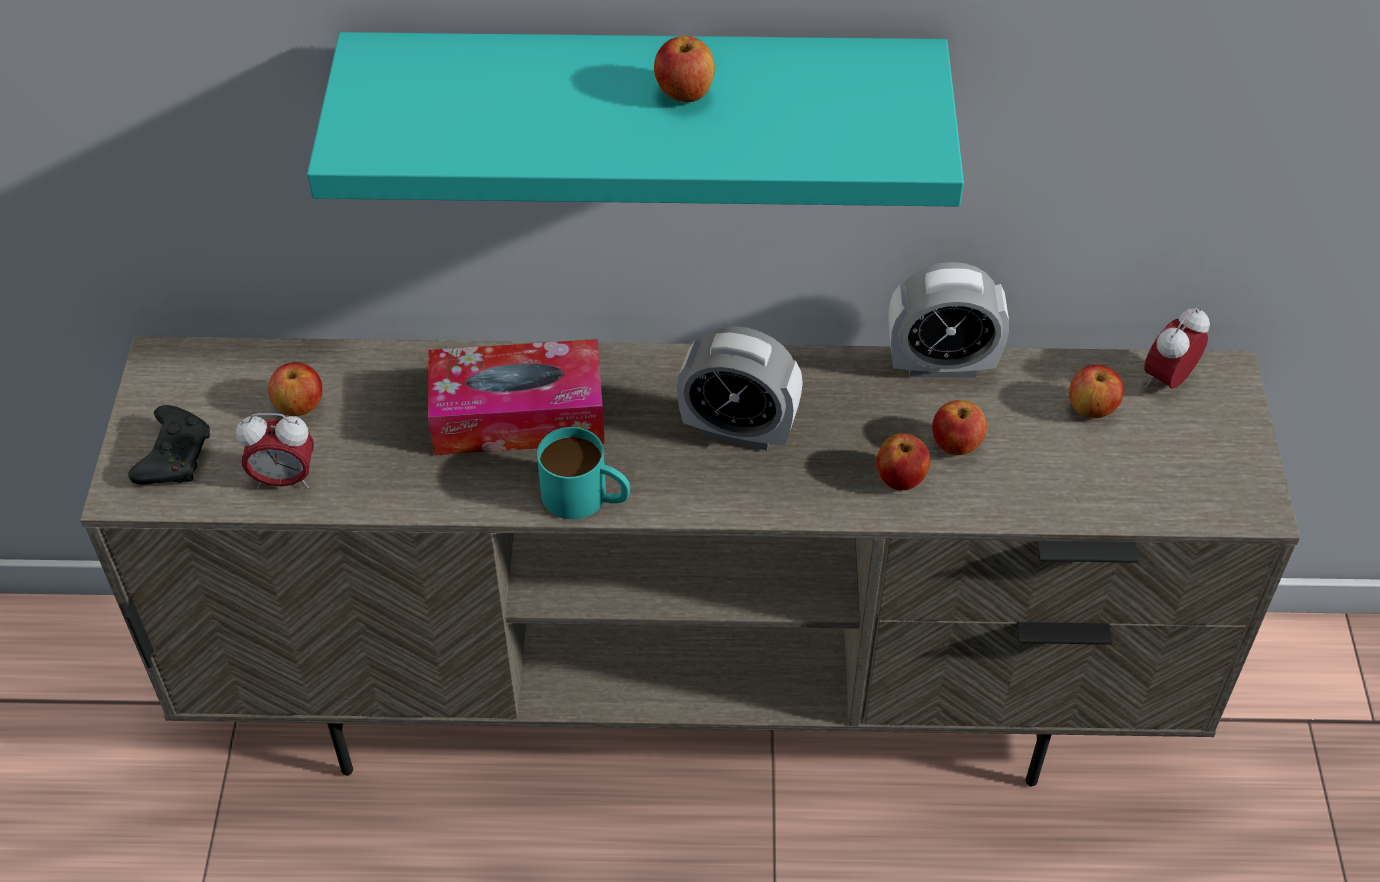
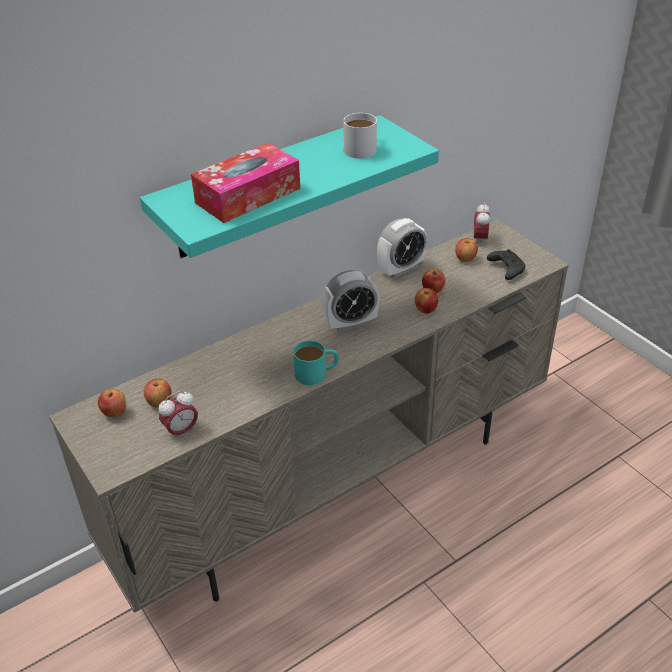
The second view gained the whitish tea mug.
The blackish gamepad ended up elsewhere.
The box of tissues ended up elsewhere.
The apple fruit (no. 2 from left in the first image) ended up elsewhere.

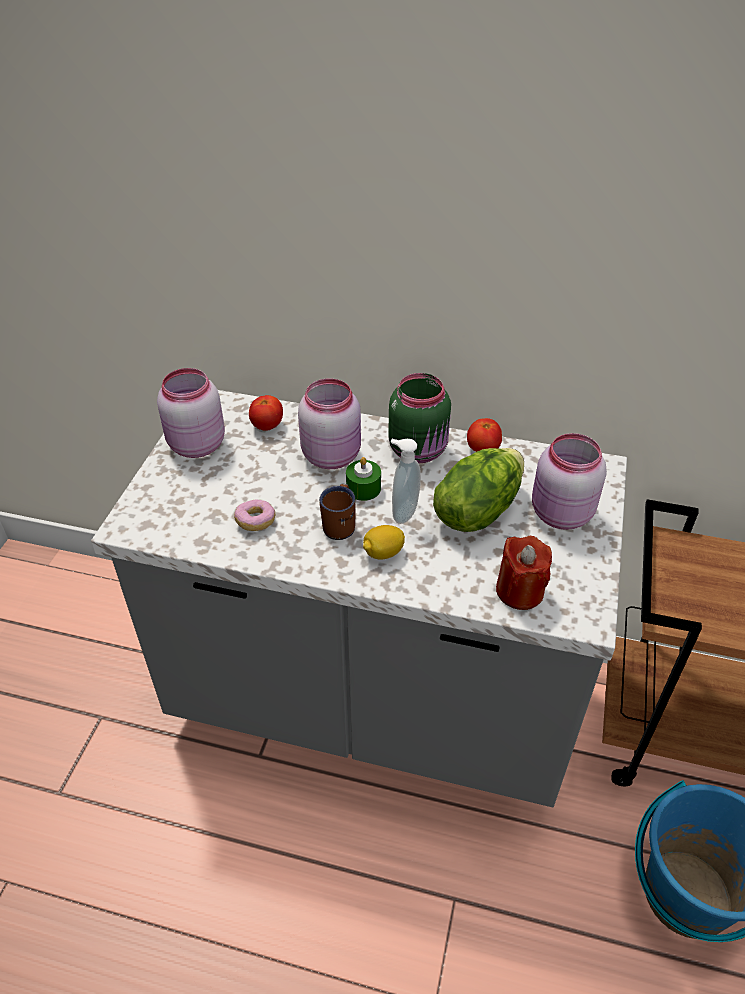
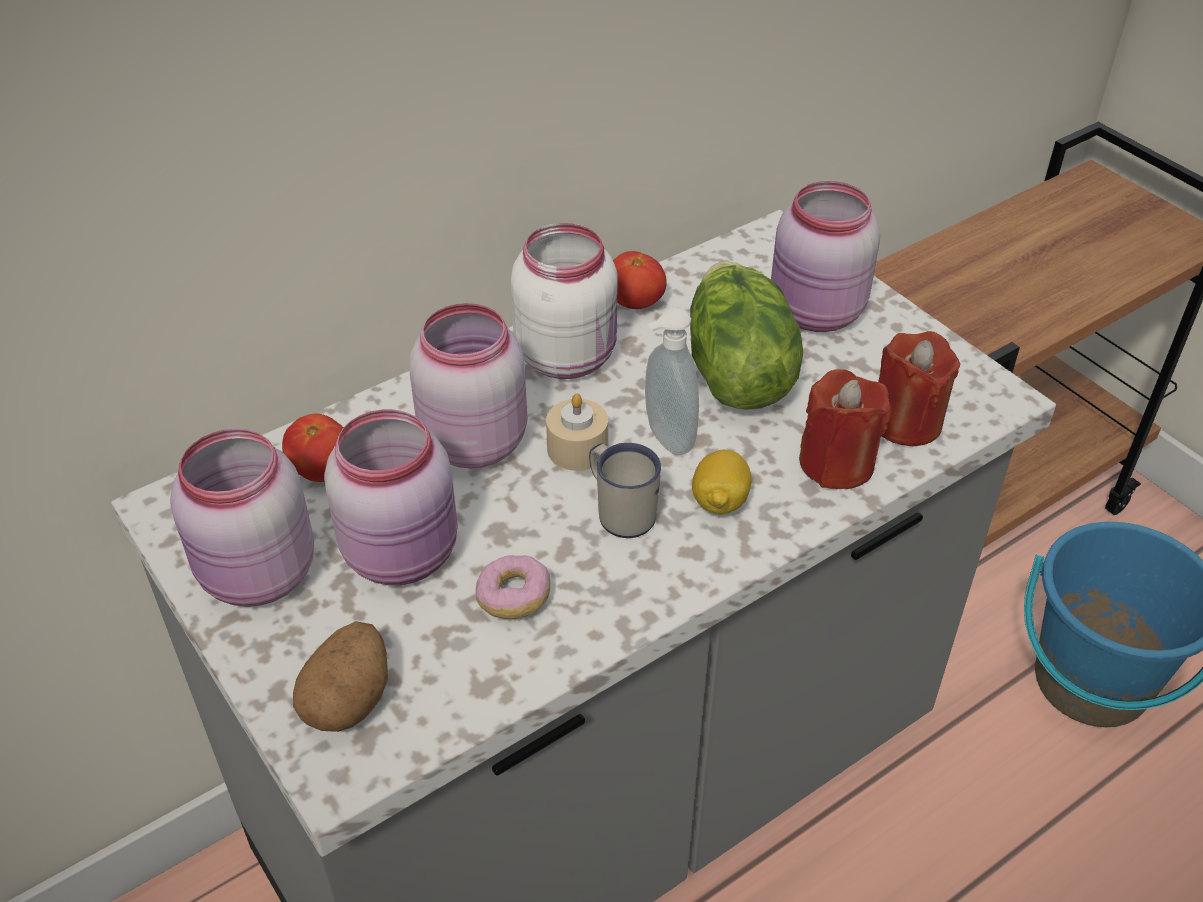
The second view gained the potato.
The second view gained the pink preserve jar (no. 2 from left).
The second view gained the reddish wax light (no. 1 from left).
What was the brown-coloured tea mug turned into the whitish tea mug.
What was the green-coloured wax light turned into the beige wax light.
What was the green-coloured preserve jar turned into the whitish preserve jar.

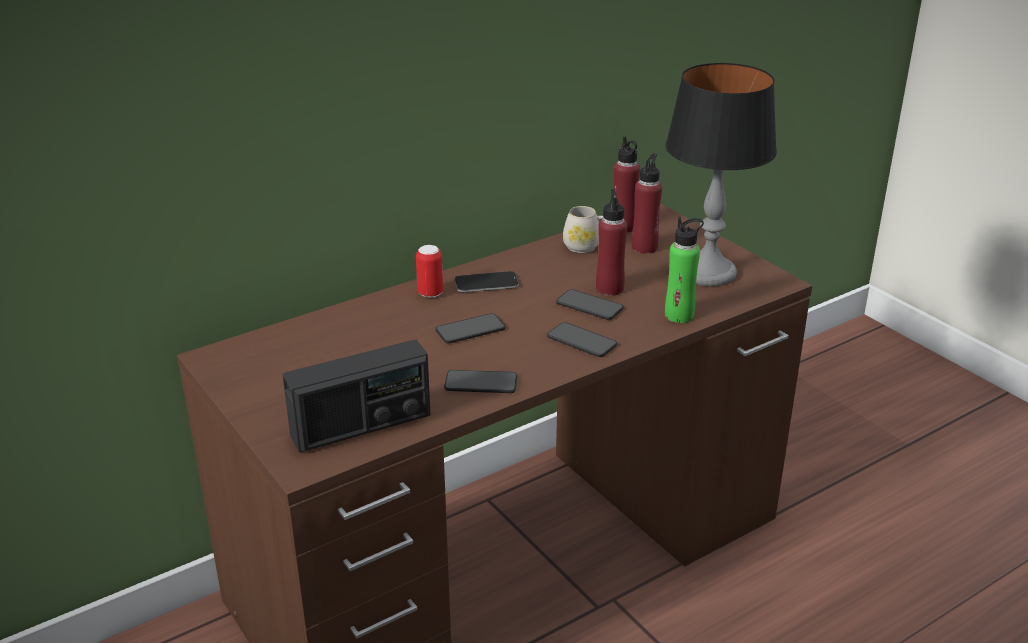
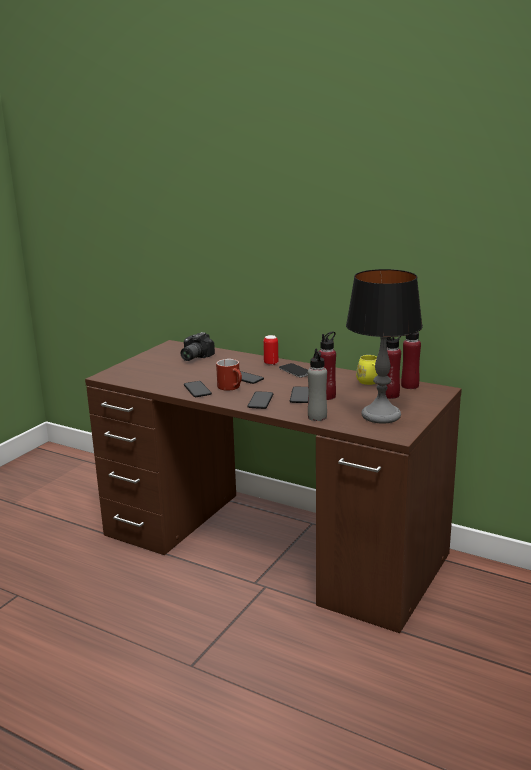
The second view lost the radio.
The second view gained the photo camera.
The second view gained the reddish tea mug.
What was the whitish tea mug turned into the yellow tea mug.
What was the green-coloured beverage bottle turned into the grey beverage bottle.

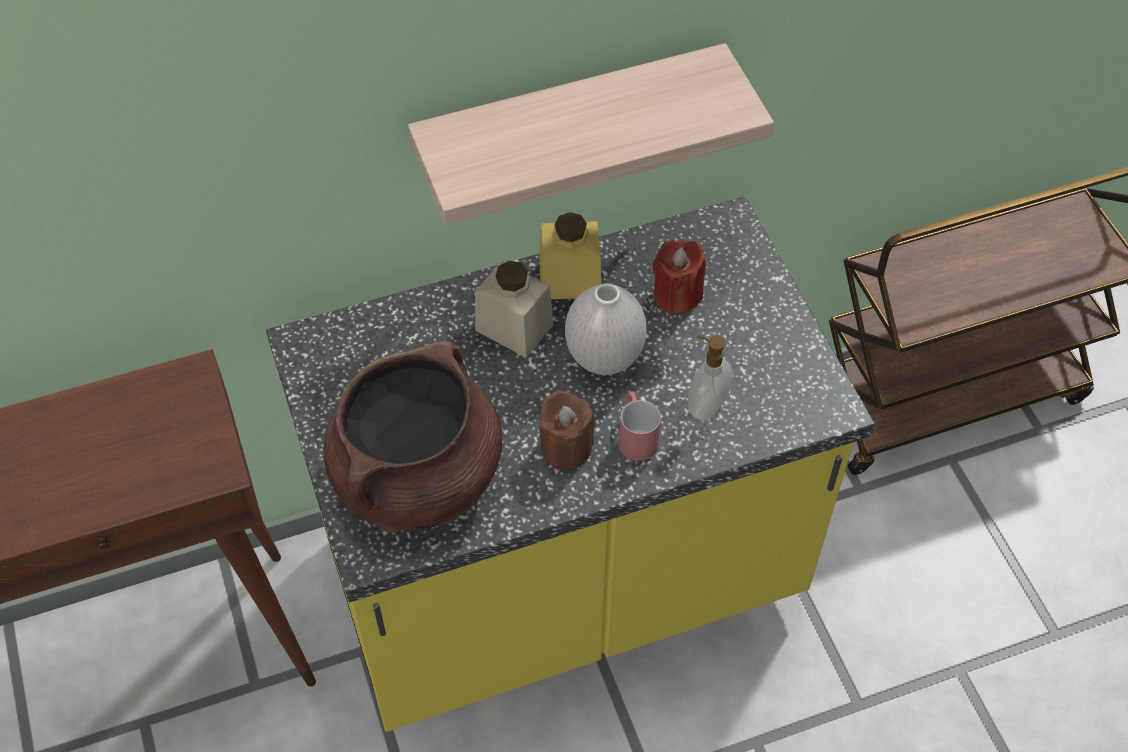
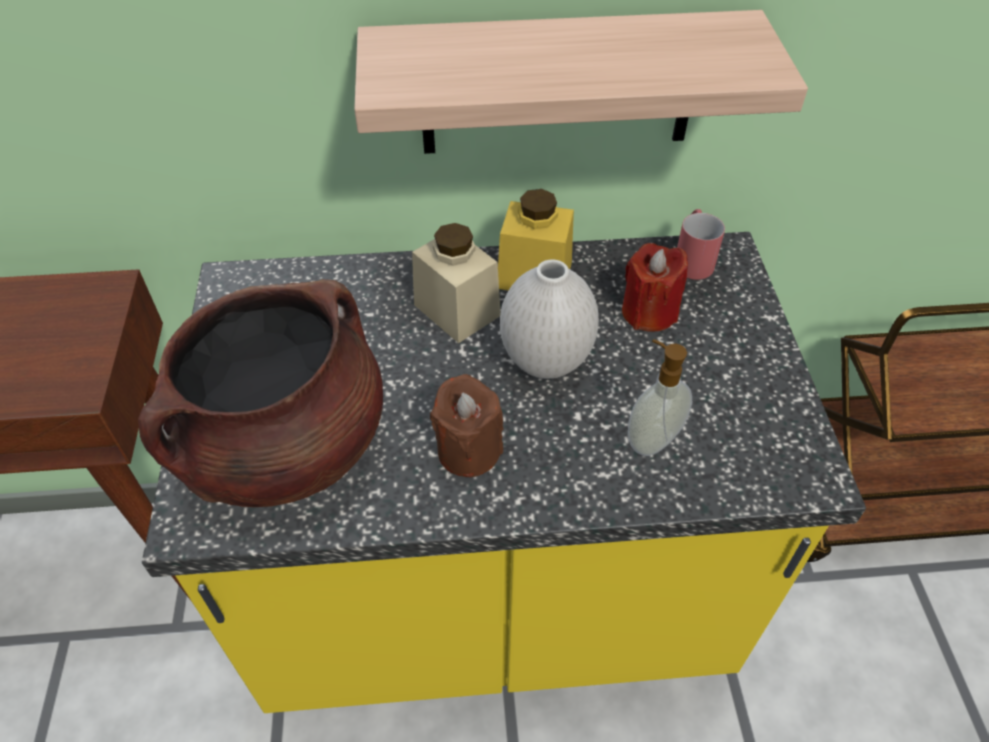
The reddish tea mug ended up elsewhere.

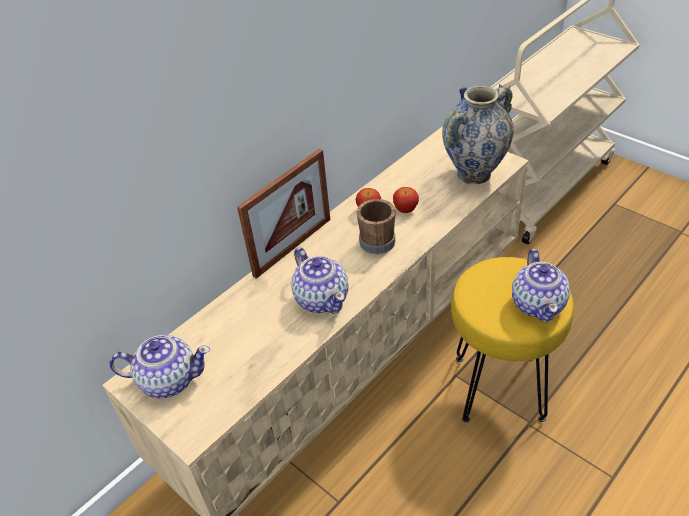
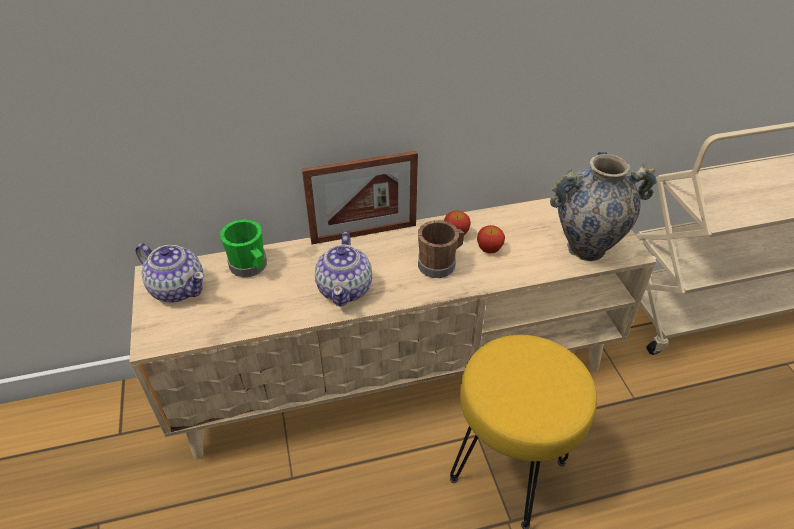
The second view lost the pot for tea (no. 3 from left).
The second view gained the green-coloured tea mug.

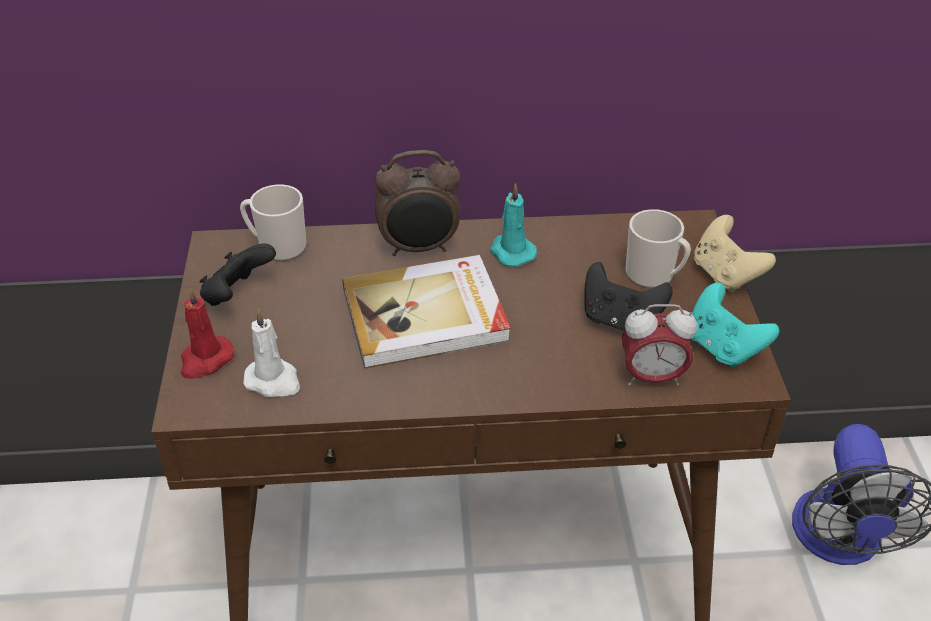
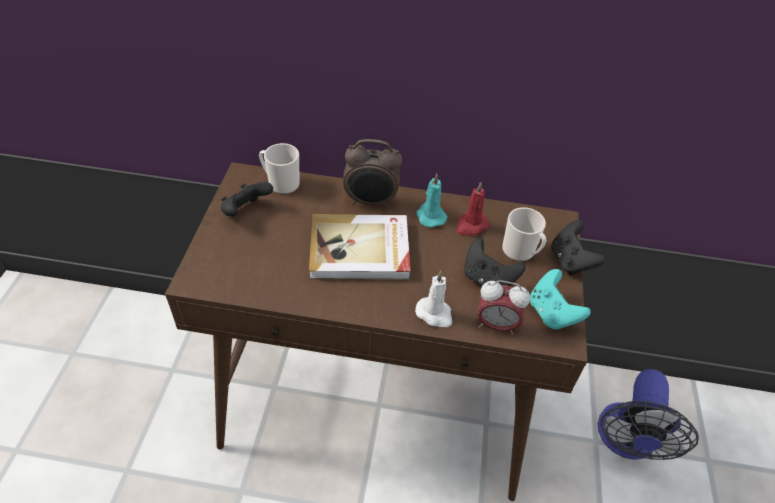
The reddish wax light ended up elsewhere.
The whitish wax light ended up elsewhere.
What was the beige gamepad turned into the blackish gamepad (no. 3 from left).

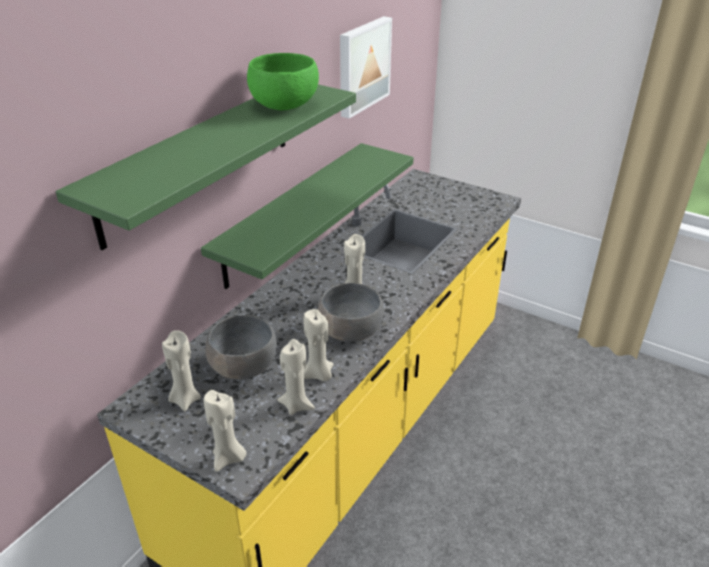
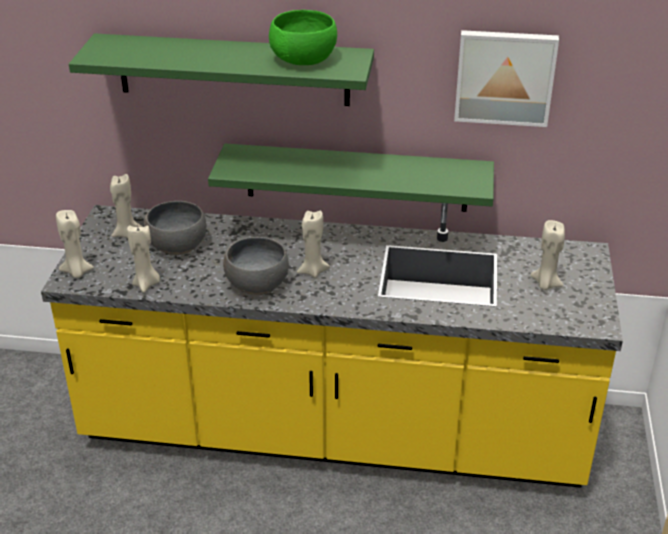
The beige wax light (no. 4 from left in the first image) ended up elsewhere.

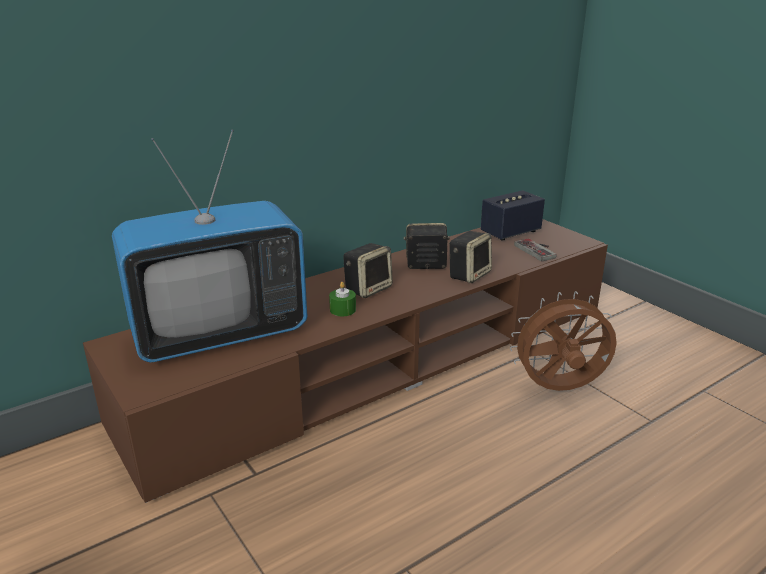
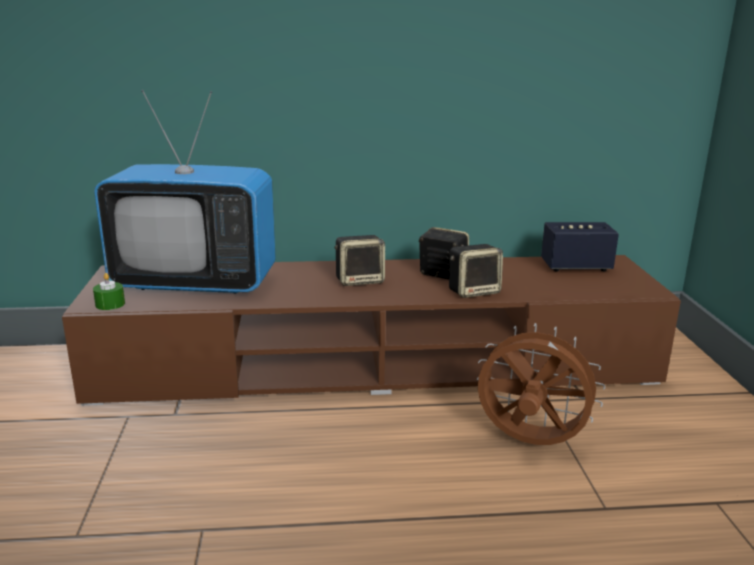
The second view lost the gamepad.
The green-coloured wax light ended up elsewhere.

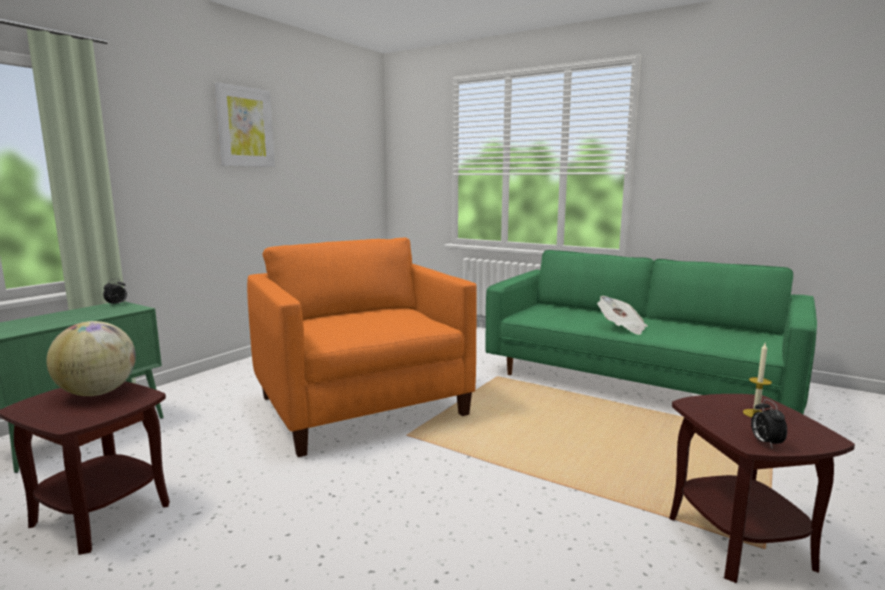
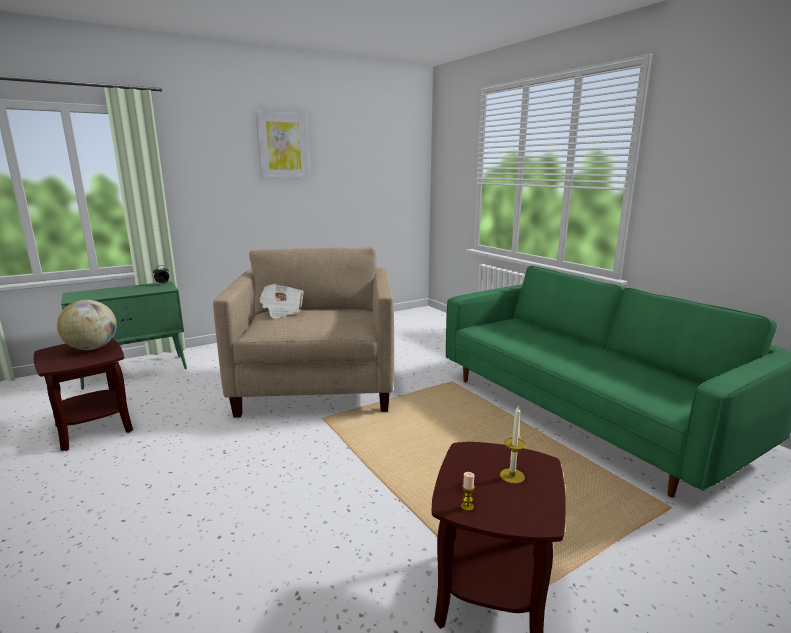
The newspaper ended up elsewhere.
Where the bedside clock (no. 2 from left) stood, the wax light (no. 1 from left) came to stand.
What was the orange lounge chair turned into the beige lounge chair.

